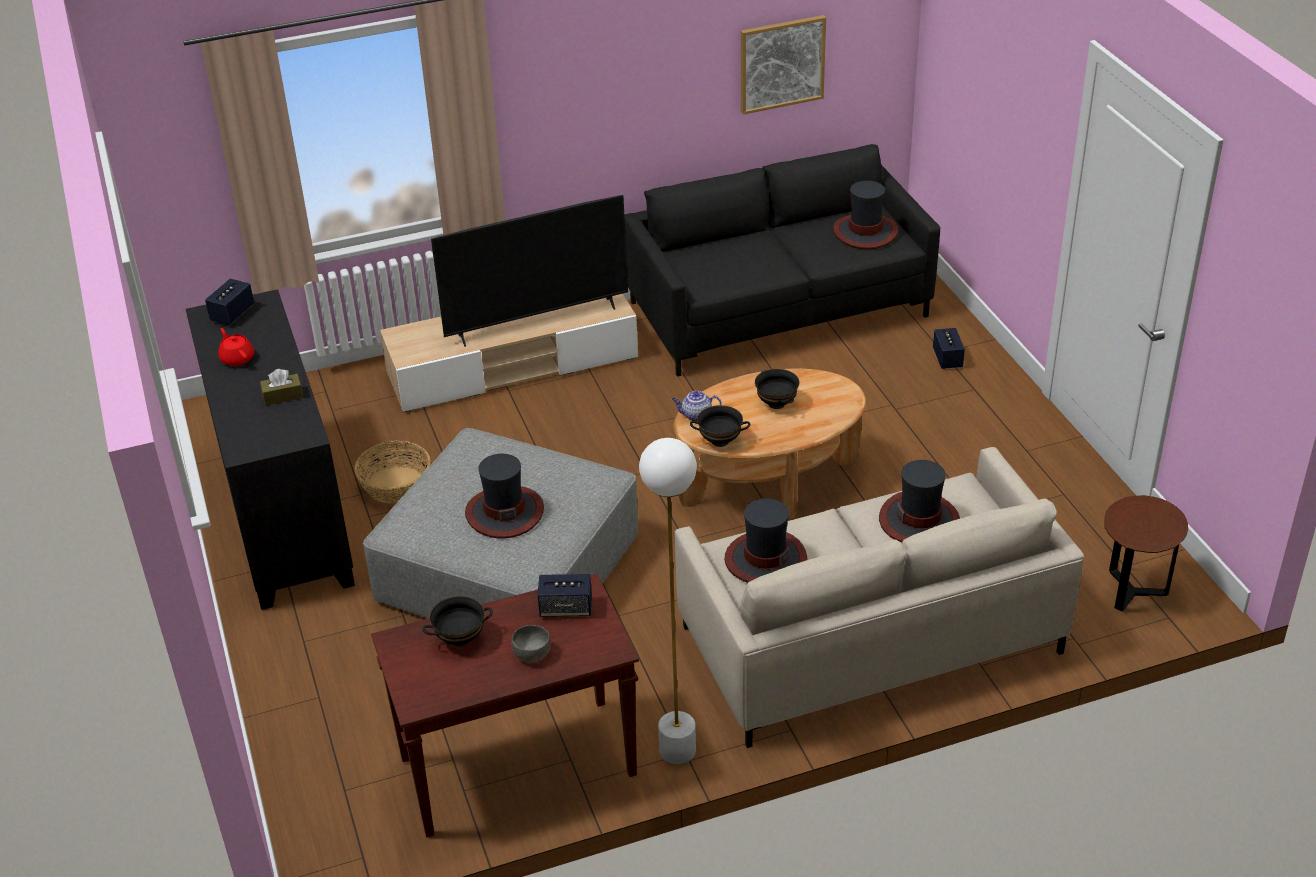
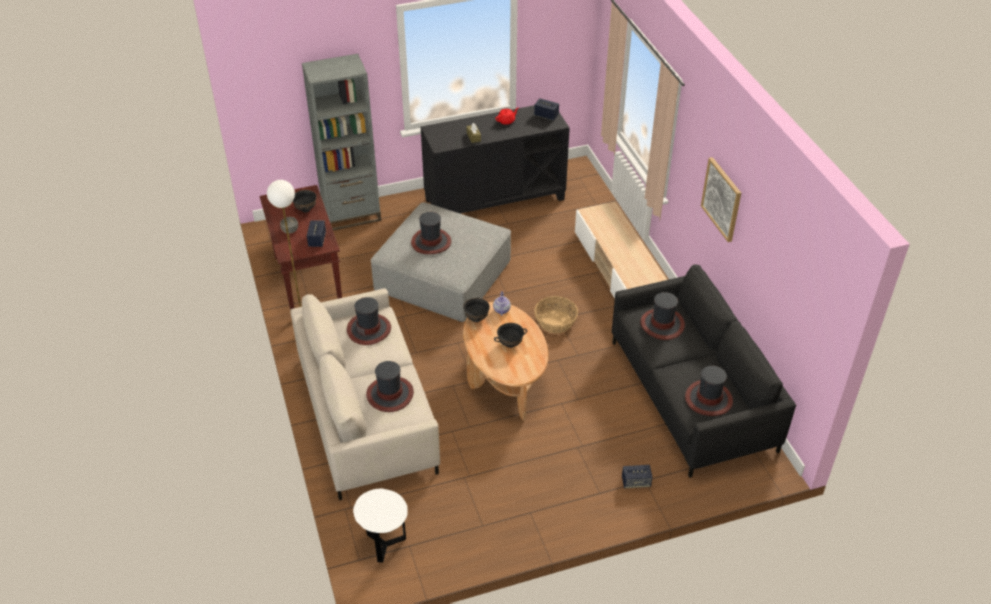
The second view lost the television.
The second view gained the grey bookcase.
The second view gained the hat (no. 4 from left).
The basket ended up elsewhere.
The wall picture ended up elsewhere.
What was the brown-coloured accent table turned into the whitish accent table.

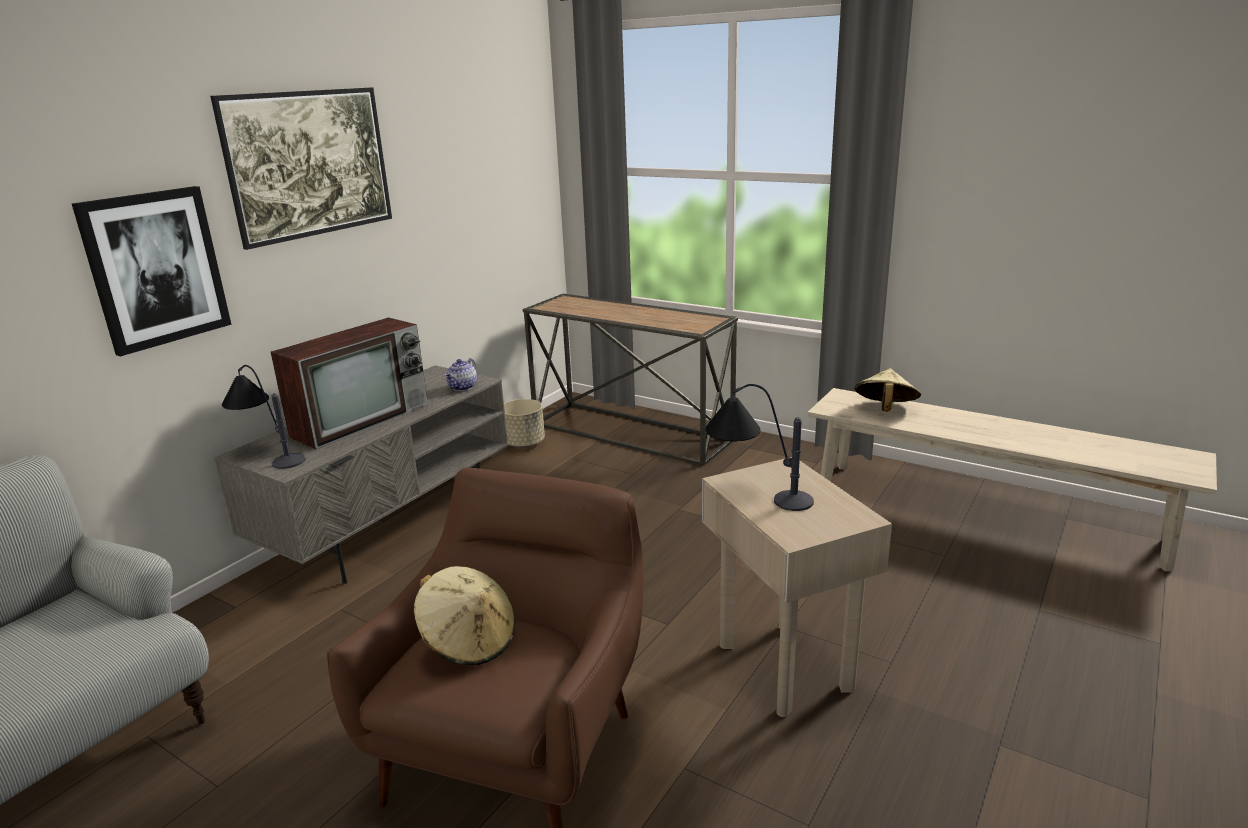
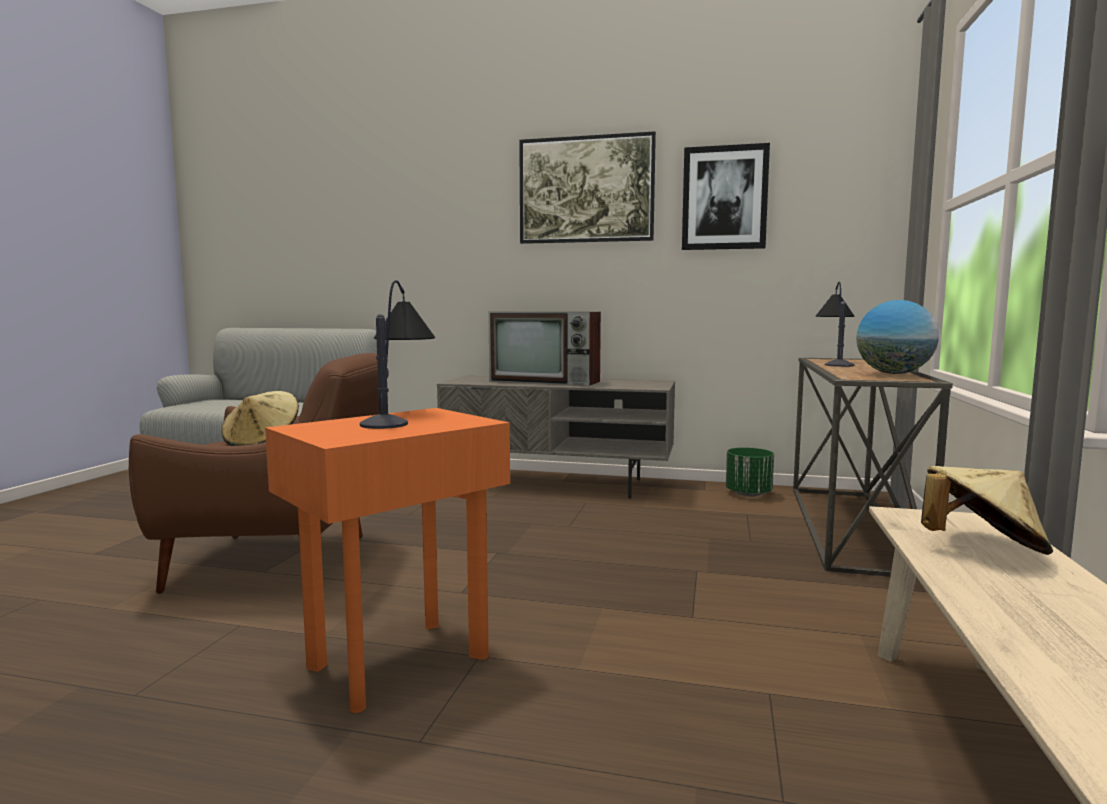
The second view lost the pot for tea.
The second view gained the globe.
The wall picture (no. 1 from left in the first image) ended up elsewhere.
The table lamp (no. 1 from left in the first image) ended up elsewhere.
What was the beige plant pot turned into the green-coloured plant pot.
What was the beige accent table turned into the orange accent table.

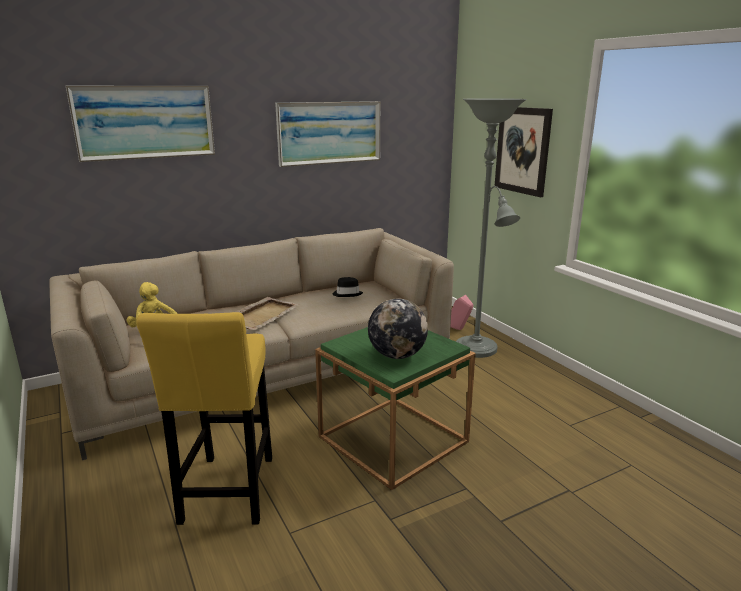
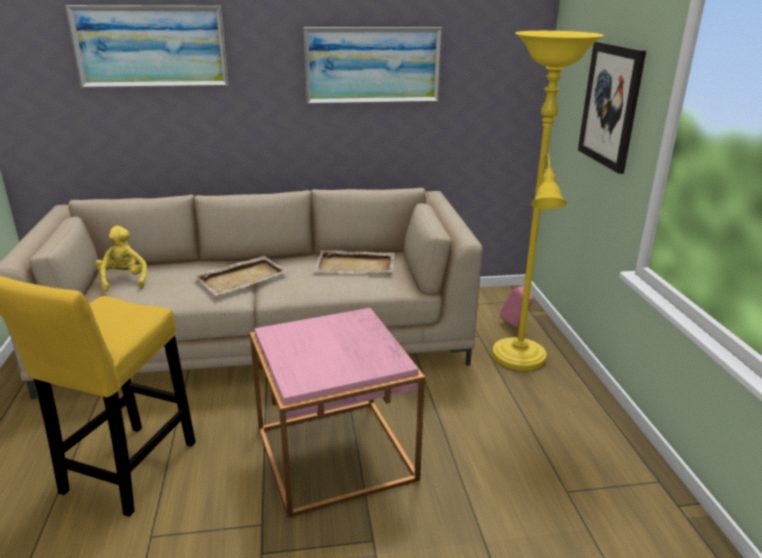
The second view lost the globe.
Where the blackish hat stood, the beige serving tray (no. 2 from left) came to stand.
What was the green-coloured accent table turned into the pink accent table.
What was the grey floor lamp turned into the yellow floor lamp.

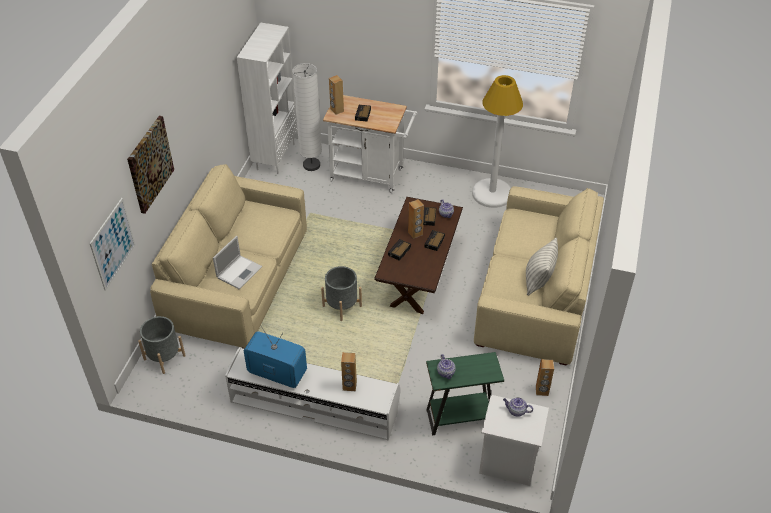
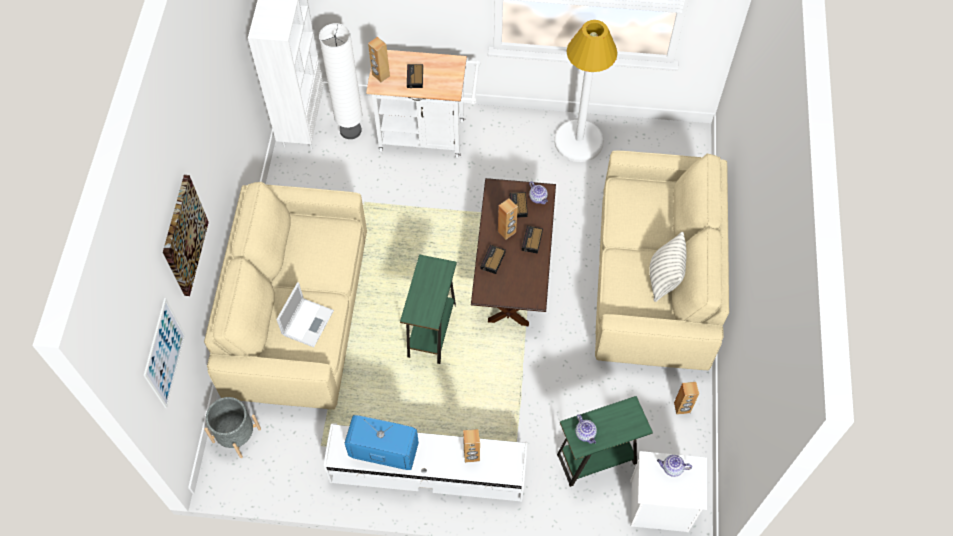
Where the grey plant pot (no. 2 from left) stood, the green-coloured accent table (no. 1 from left) came to stand.

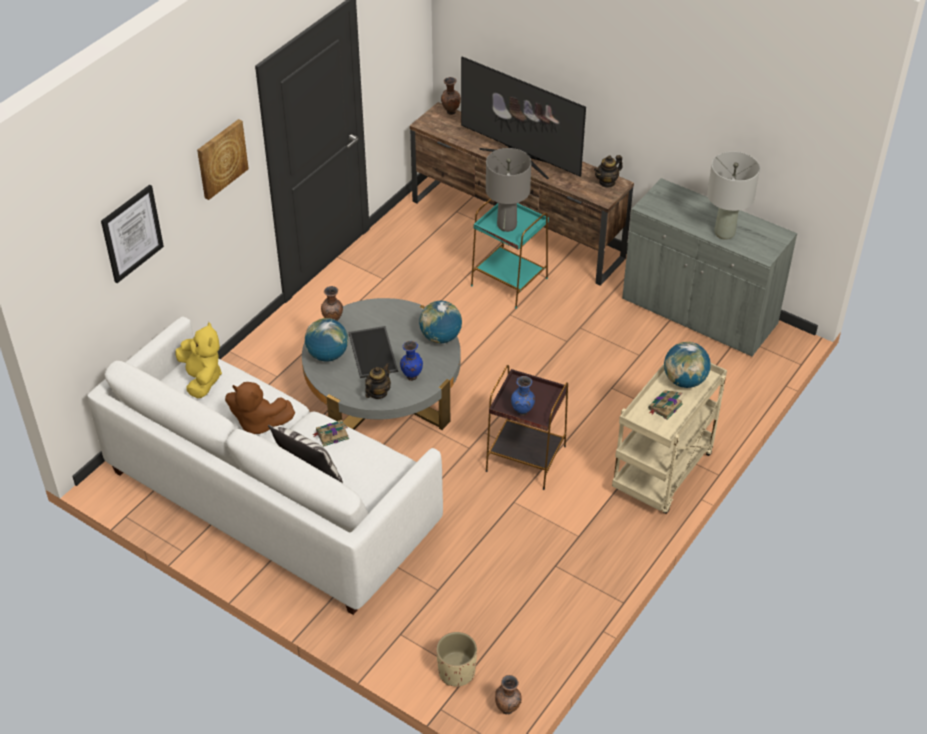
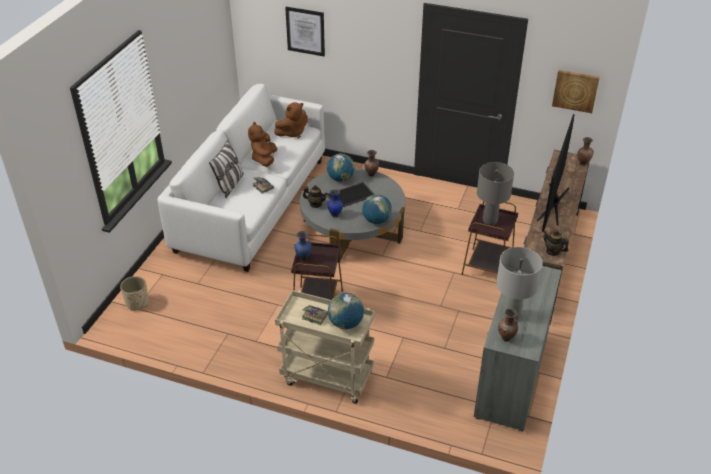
The wall picture (no. 2 from left) ended up elsewhere.
The brown-coloured decorative vase (no. 3 from left in the first image) ended up elsewhere.
What was the yellow plush toy turned into the brown-coloured plush toy (no. 2 from left).
What was the turquoise accent table turned into the brown-coloured accent table (no. 2 from left).

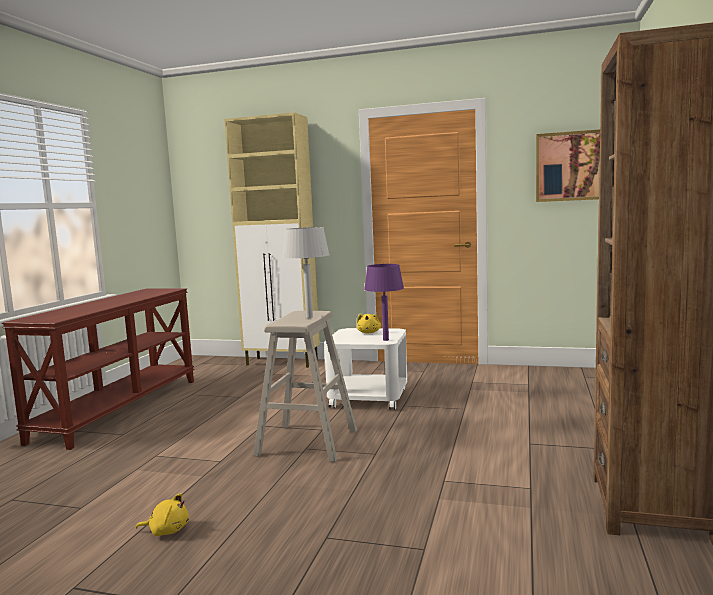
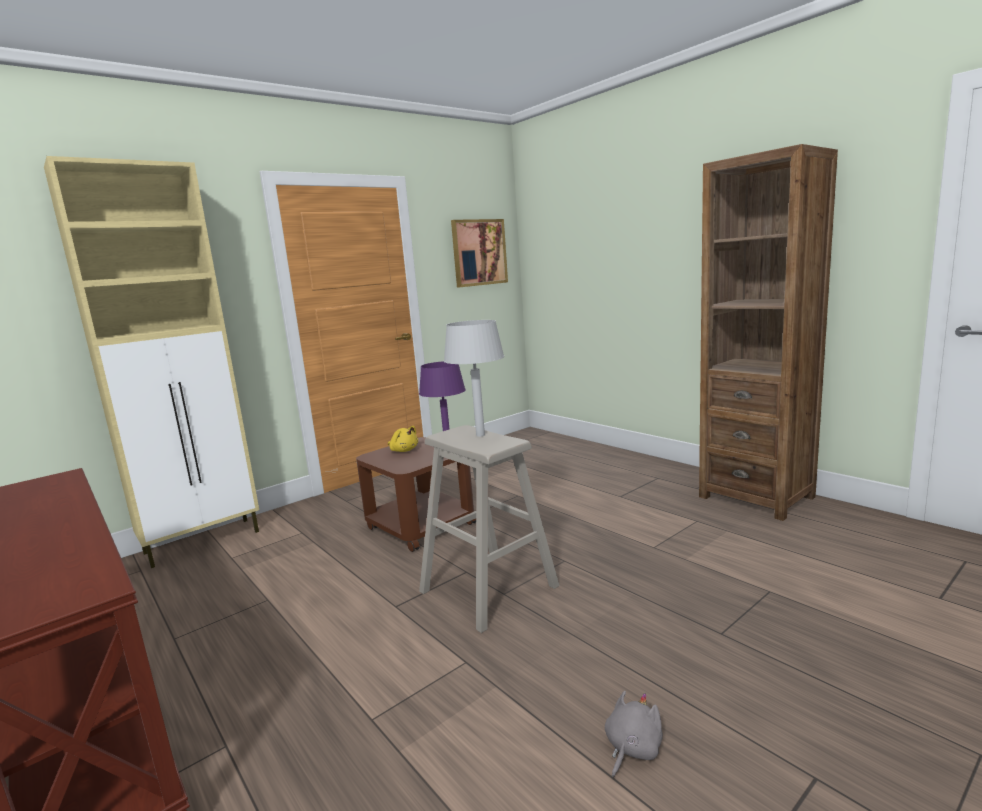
What was the yellow plush toy (no. 1 from left) turned into the grey plush toy.
What was the whitish accent table turned into the brown-coloured accent table.

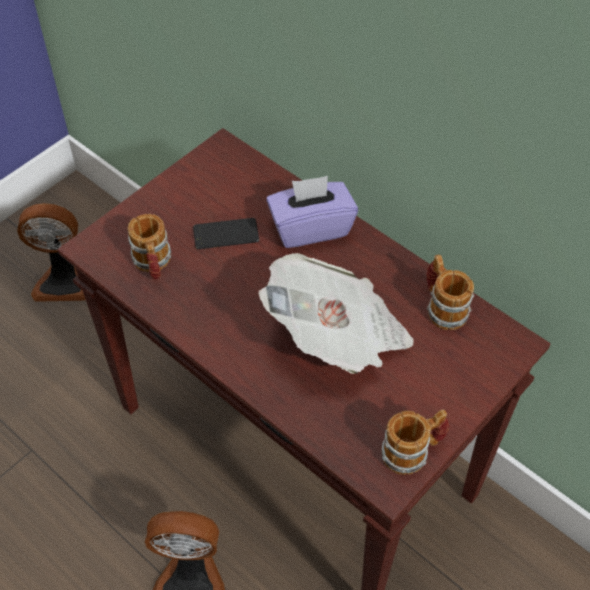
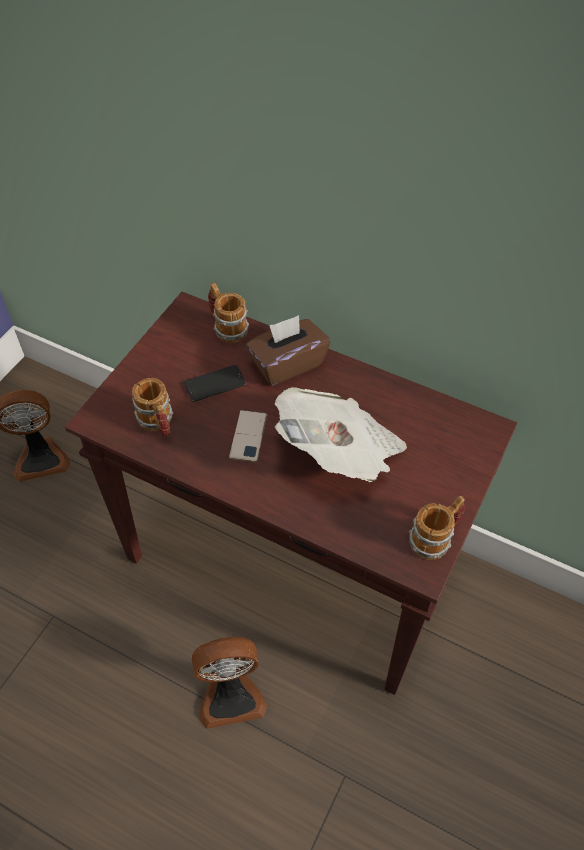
The second view gained the telephone (no. 2 from left).
The tea mug (no. 3 from left in the first image) ended up elsewhere.
What was the purple-coloured box of tissues turned into the brown-coloured box of tissues.

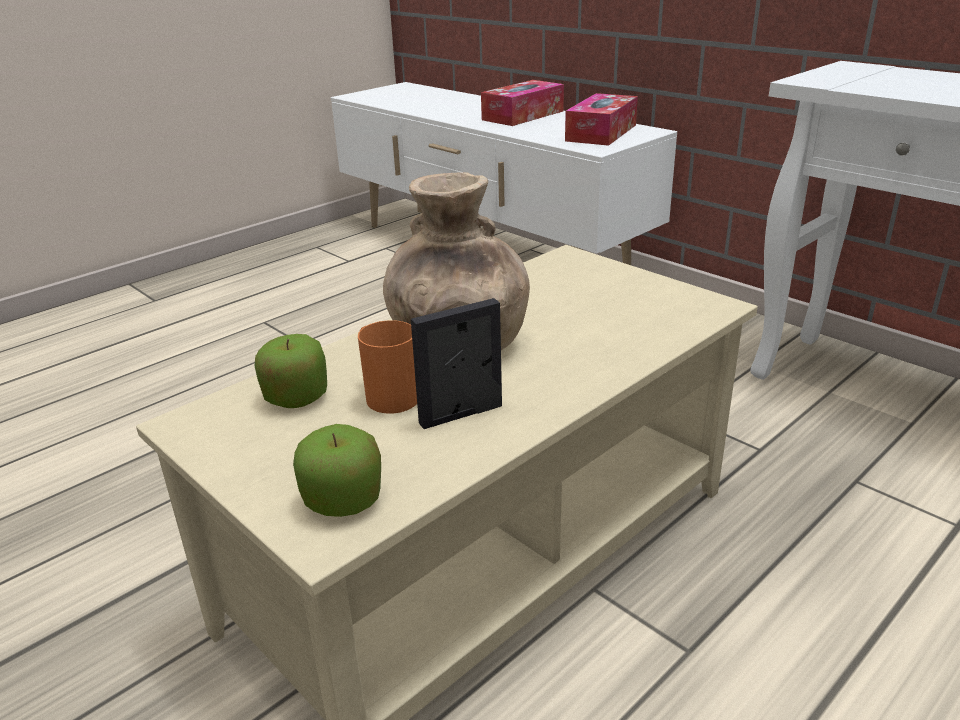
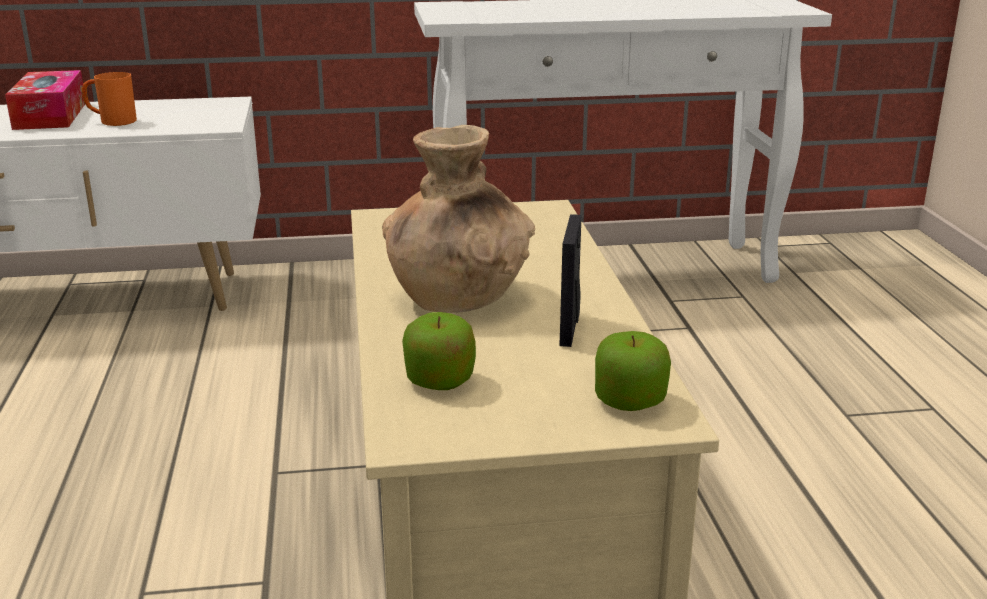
The second view lost the box of tissues (no. 2 from left).
The orange tea mug ended up elsewhere.

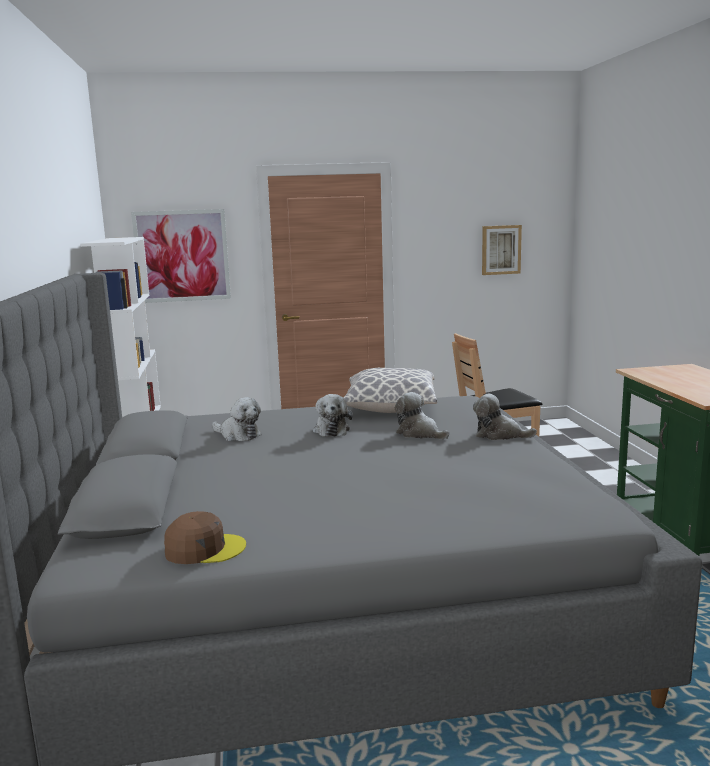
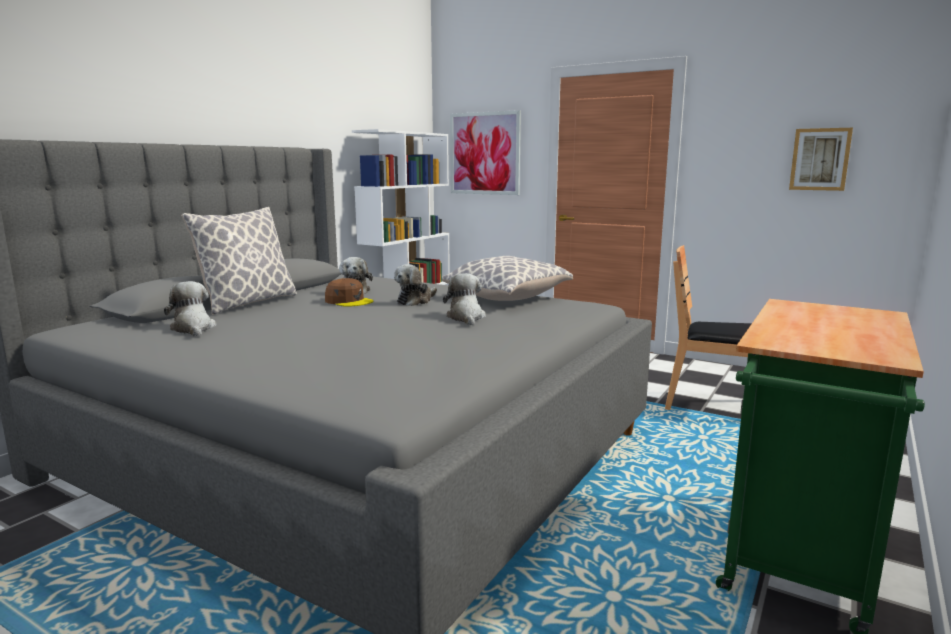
The second view gained the pillow (no. 1 from left).
The brown-coloured baseball cap ended up elsewhere.
The plush toy (no. 4 from left in the first image) ended up elsewhere.

